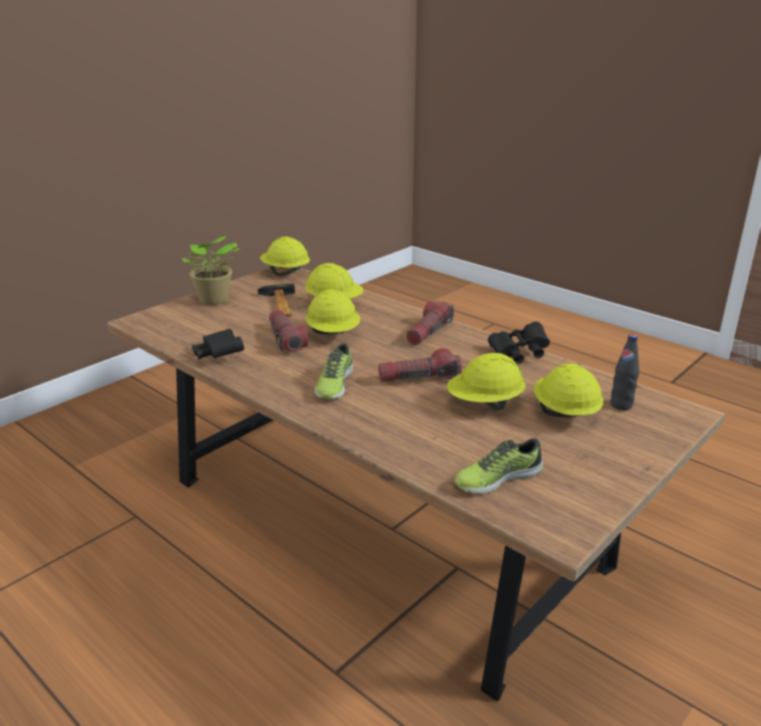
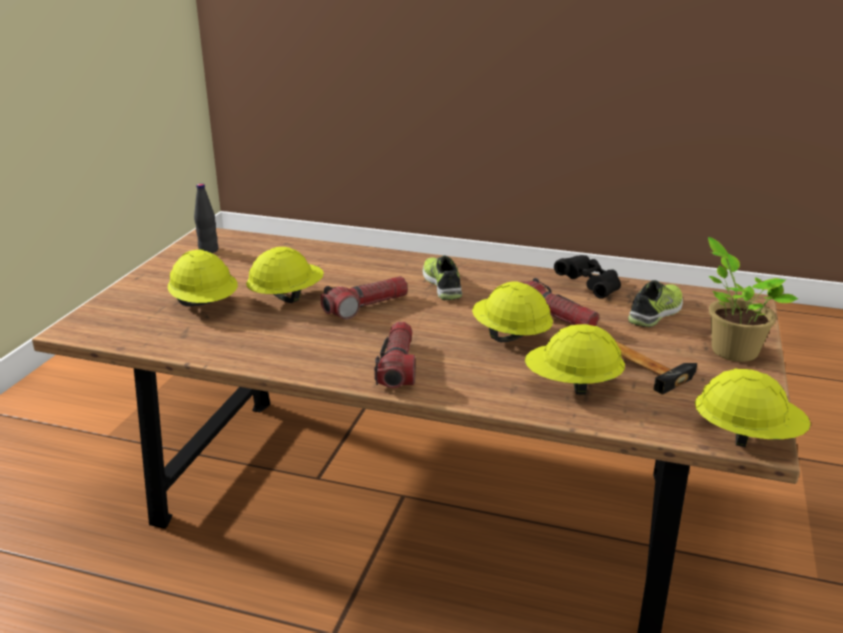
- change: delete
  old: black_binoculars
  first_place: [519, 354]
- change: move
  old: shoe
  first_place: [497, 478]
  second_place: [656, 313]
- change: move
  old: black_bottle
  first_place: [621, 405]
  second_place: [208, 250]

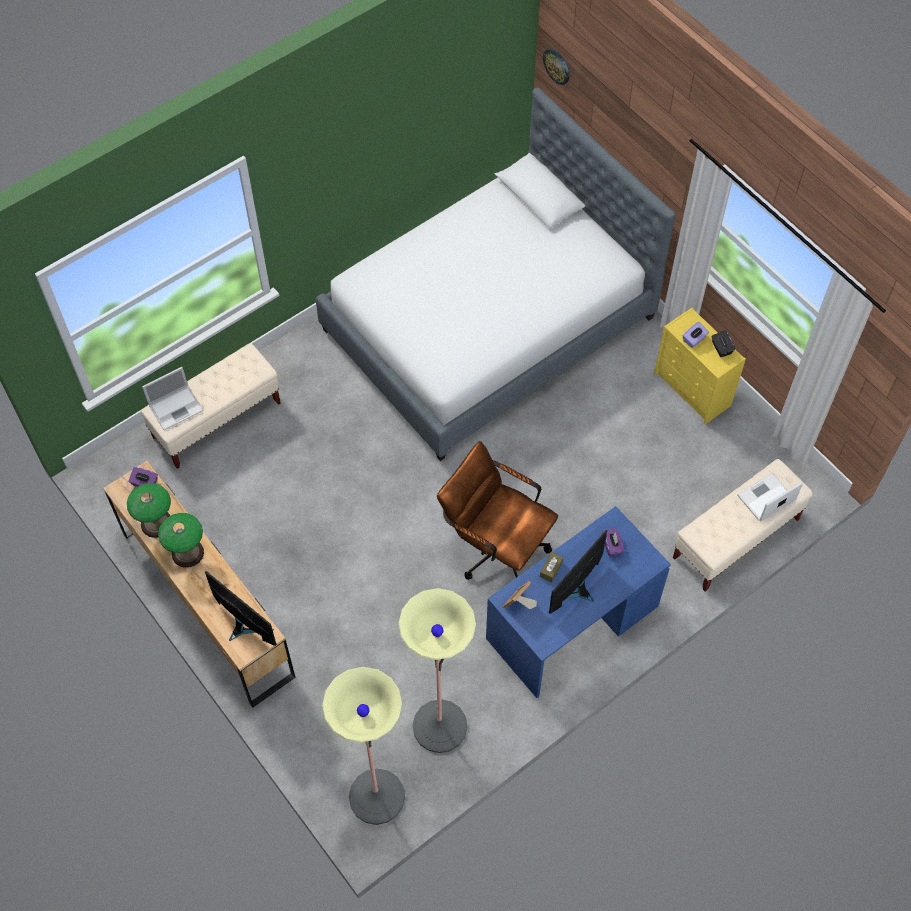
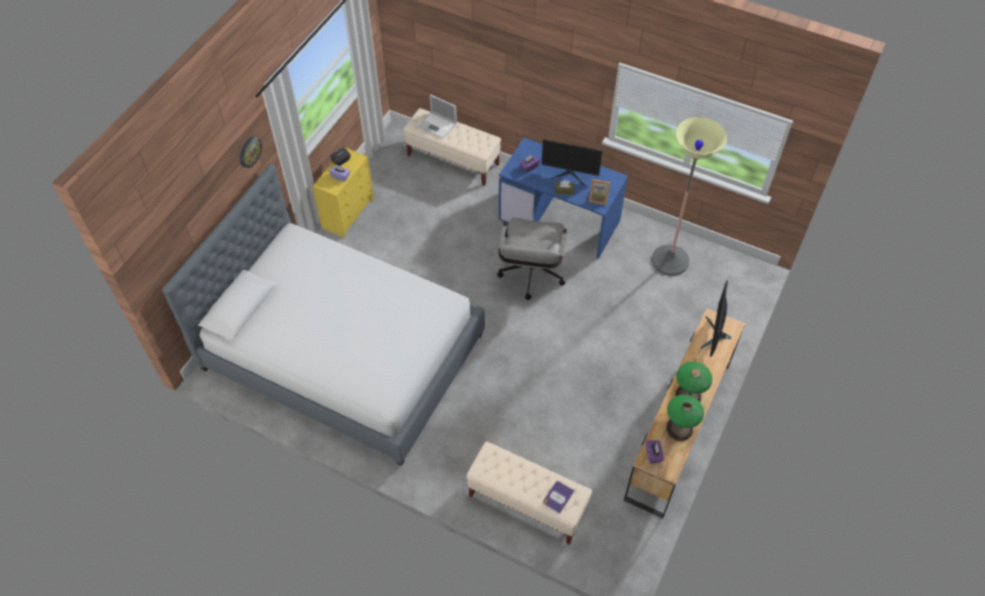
- change: delete
  old: floor_lamp
  first_place: [377, 797]
- change: move
  old: wall_clock
  first_place: [557, 66]
  second_place: [249, 152]
- change: replace
  old: laptop
  new: book
  first_place: [176, 407]
  second_place: [558, 497]
- change: recolor
  old: brown_office_chair
  new: grey_office_chair
  first_place: [495, 547]
  second_place: [530, 277]

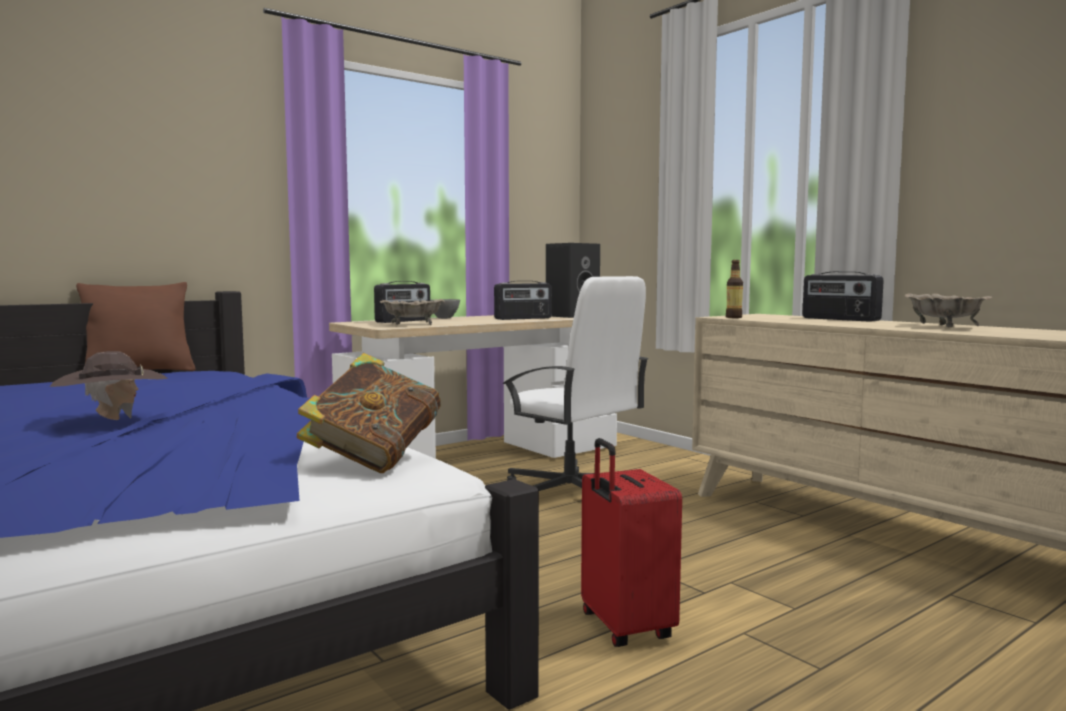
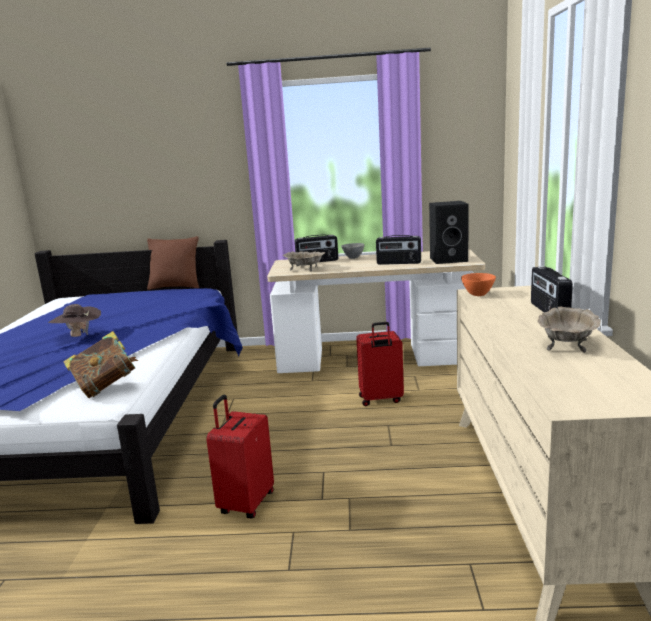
- change: replace
  old: white_office_chair
  new: red_suitcase
  first_place: [571, 493]
  second_place: [380, 399]
- change: replace
  old: bottle
  new: orange_bowl
  first_place: [733, 317]
  second_place: [478, 295]

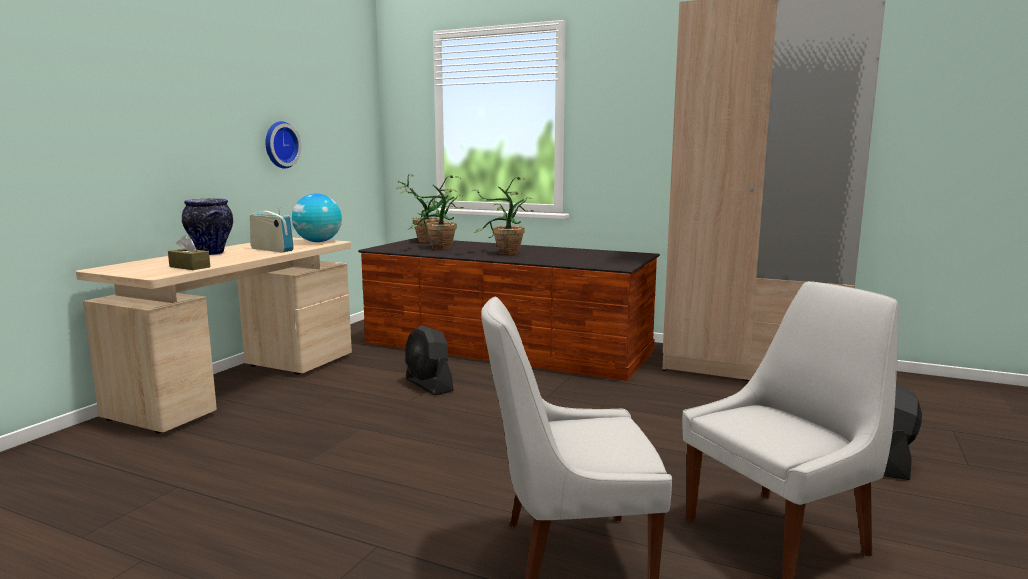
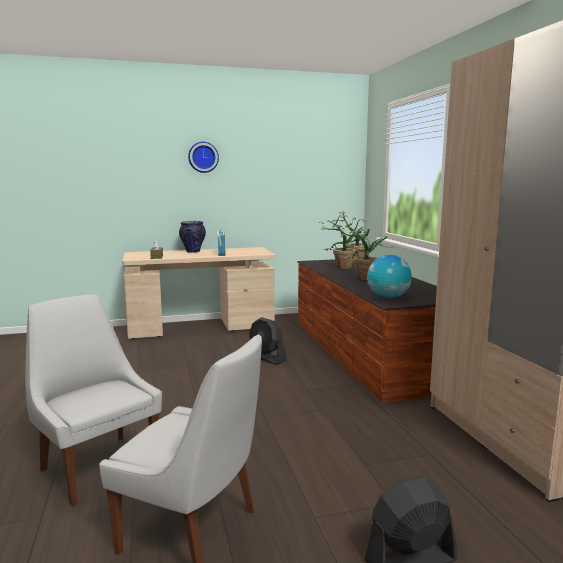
- change: move
  old: wall_clock
  first_place: [280, 145]
  second_place: [203, 157]
- change: move
  old: globe
  first_place: [318, 242]
  second_place: [388, 297]
- change: rotate
  old: black_fan
  first_place: [429, 385]
  second_place: [266, 358]
  degrees: -60

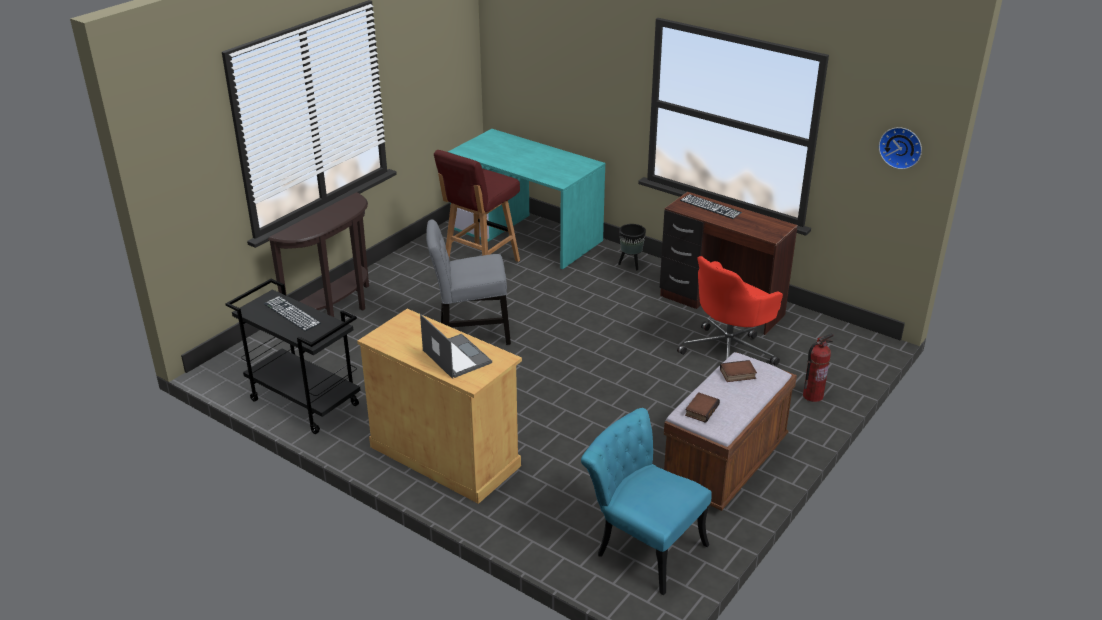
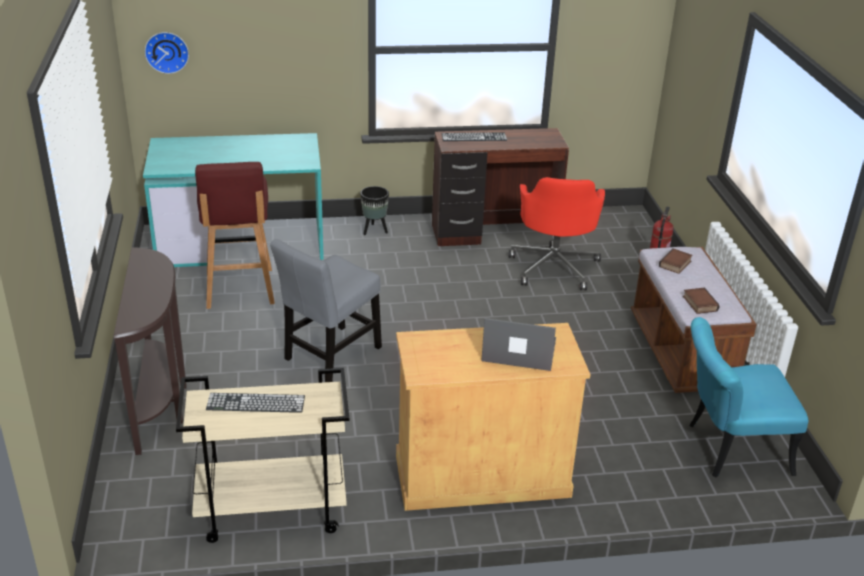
- change: move
  old: wall_clock
  first_place: [901, 147]
  second_place: [167, 51]
- change: recolor
  old: black_cart
  new: beige_cart
  first_place: [303, 403]
  second_place: [270, 511]

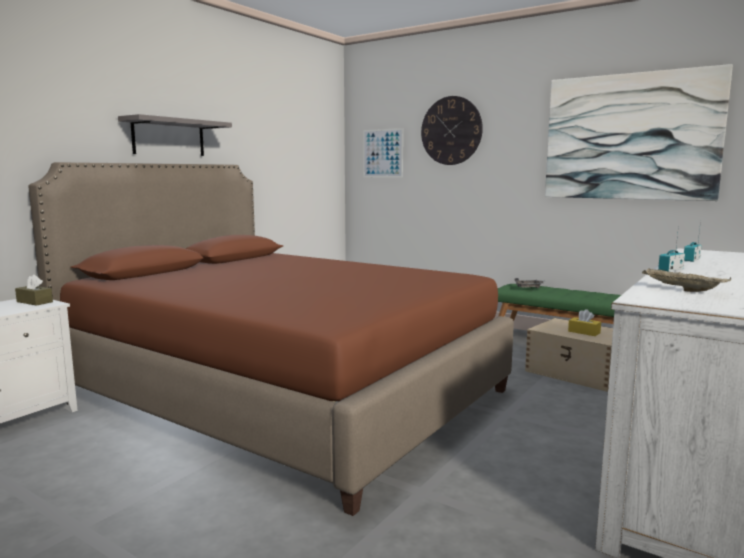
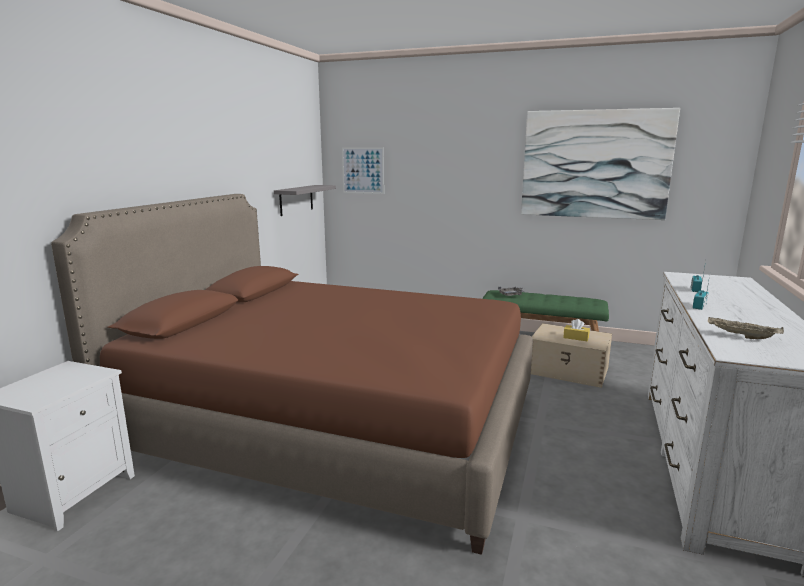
- change: delete
  old: brown_tissue_box
  first_place: [34, 302]
- change: delete
  old: wall_clock
  first_place: [451, 130]
- change: move
  old: grey_shelf
  first_place: [168, 137]
  second_place: [296, 200]

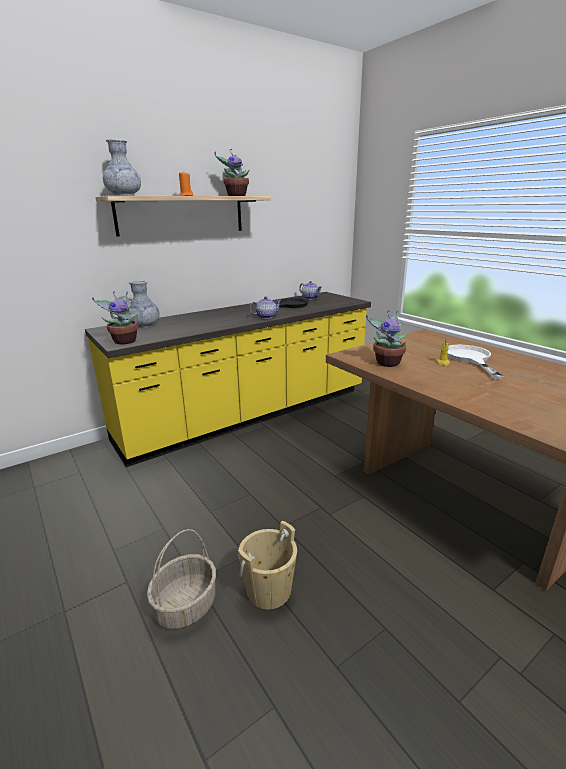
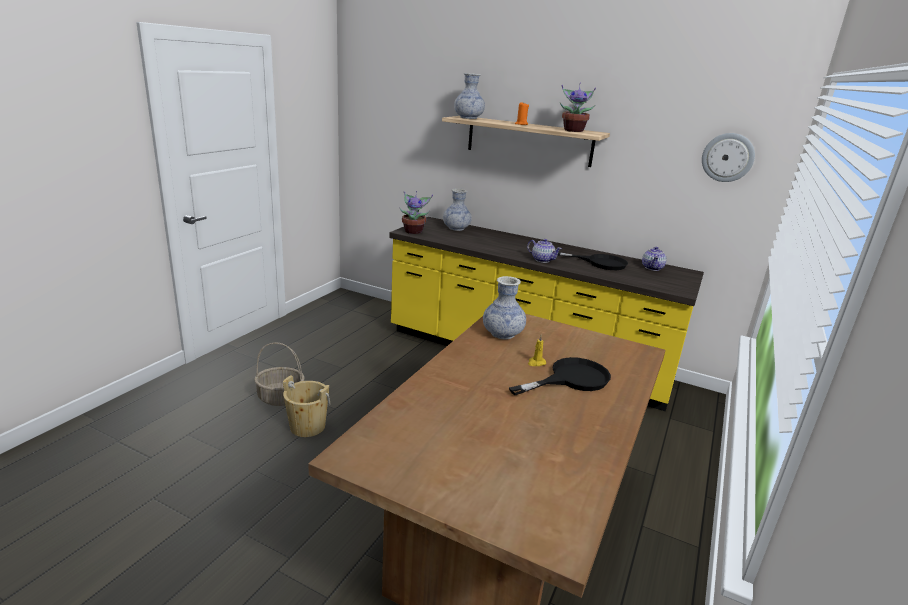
- change: insert
  new: wall_clock
  second_place: [727, 157]
- change: replace
  old: potted_plant
  new: vase
  first_place: [387, 362]
  second_place: [502, 334]
- change: recolor
  old: white_frying_pan
  new: black_frying_pan
  first_place: [469, 359]
  second_place: [571, 379]

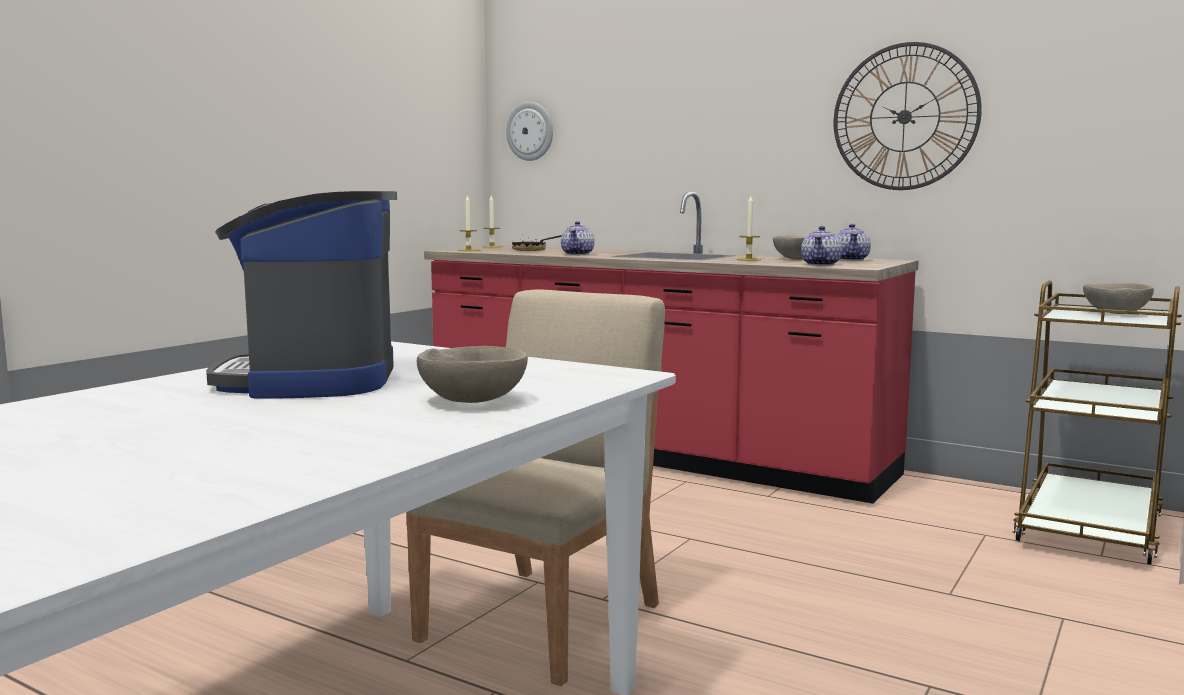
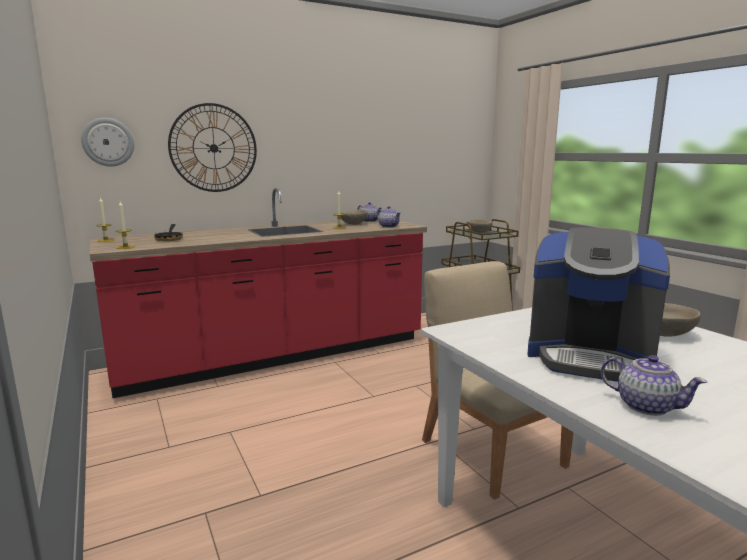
- change: move
  old: teapot
  first_place: [578, 254]
  second_place: [645, 406]
- change: move
  old: wall_clock
  first_place: [904, 117]
  second_place: [213, 148]

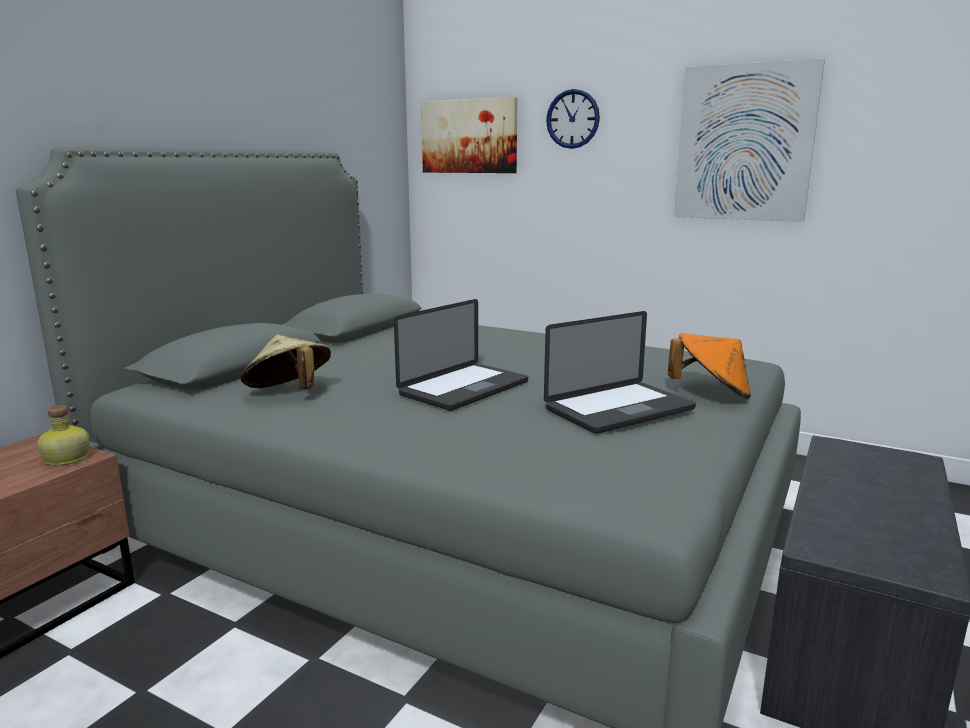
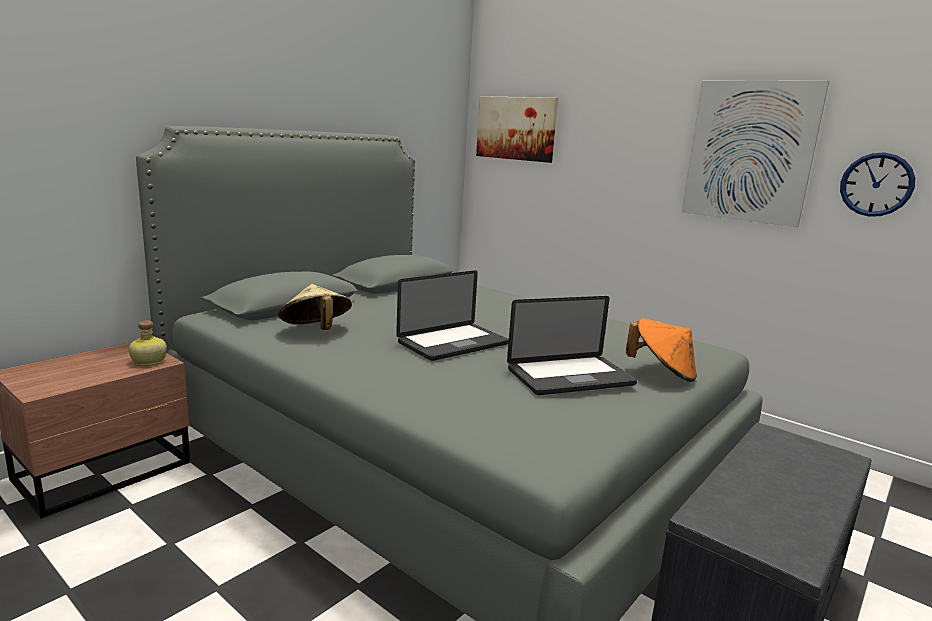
- change: move
  old: wall_clock
  first_place: [572, 119]
  second_place: [876, 184]

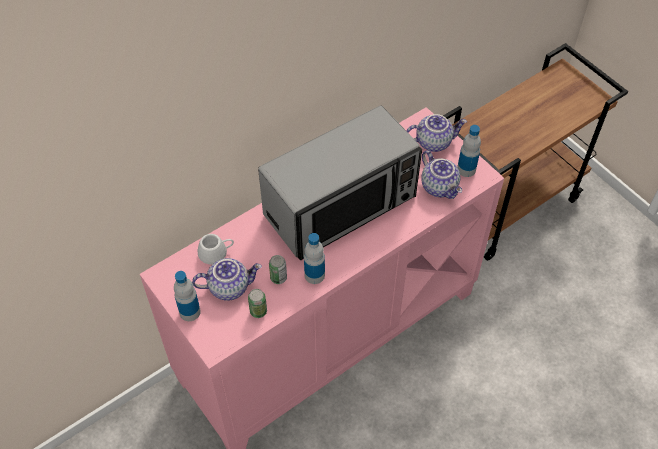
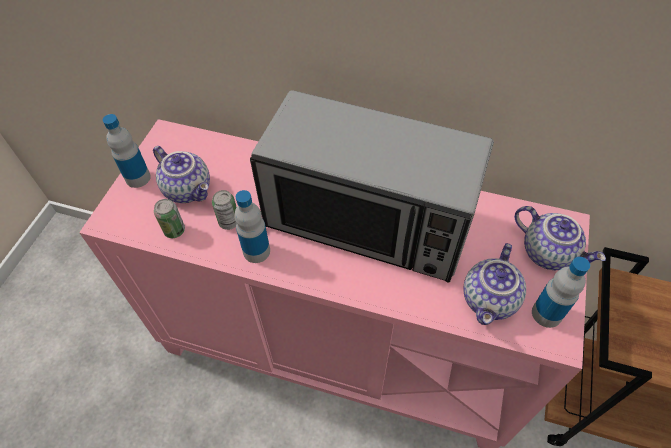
- change: delete
  old: white_mug
  first_place: [216, 253]

